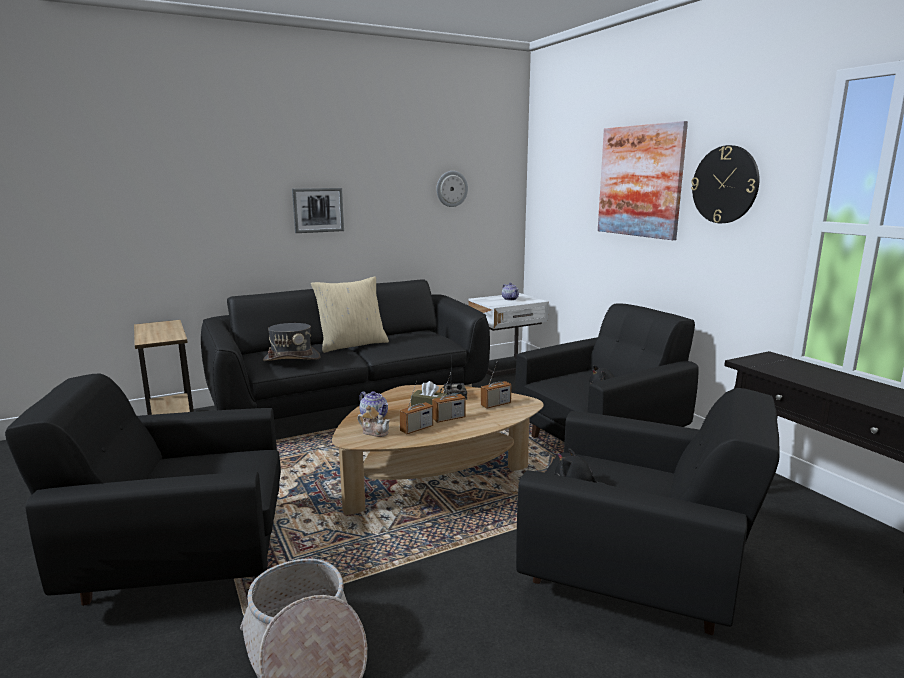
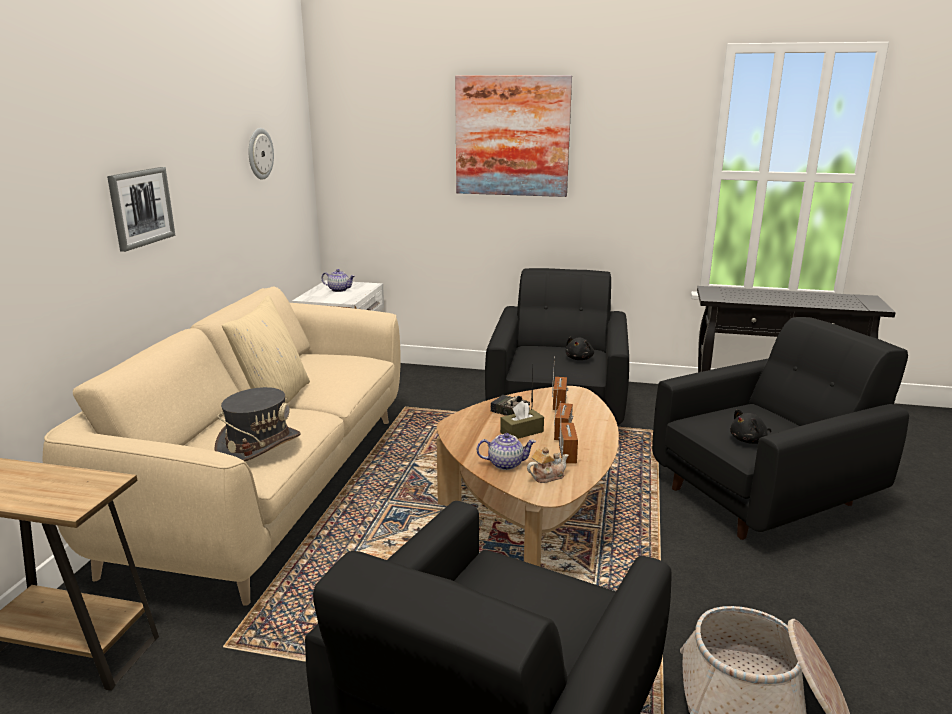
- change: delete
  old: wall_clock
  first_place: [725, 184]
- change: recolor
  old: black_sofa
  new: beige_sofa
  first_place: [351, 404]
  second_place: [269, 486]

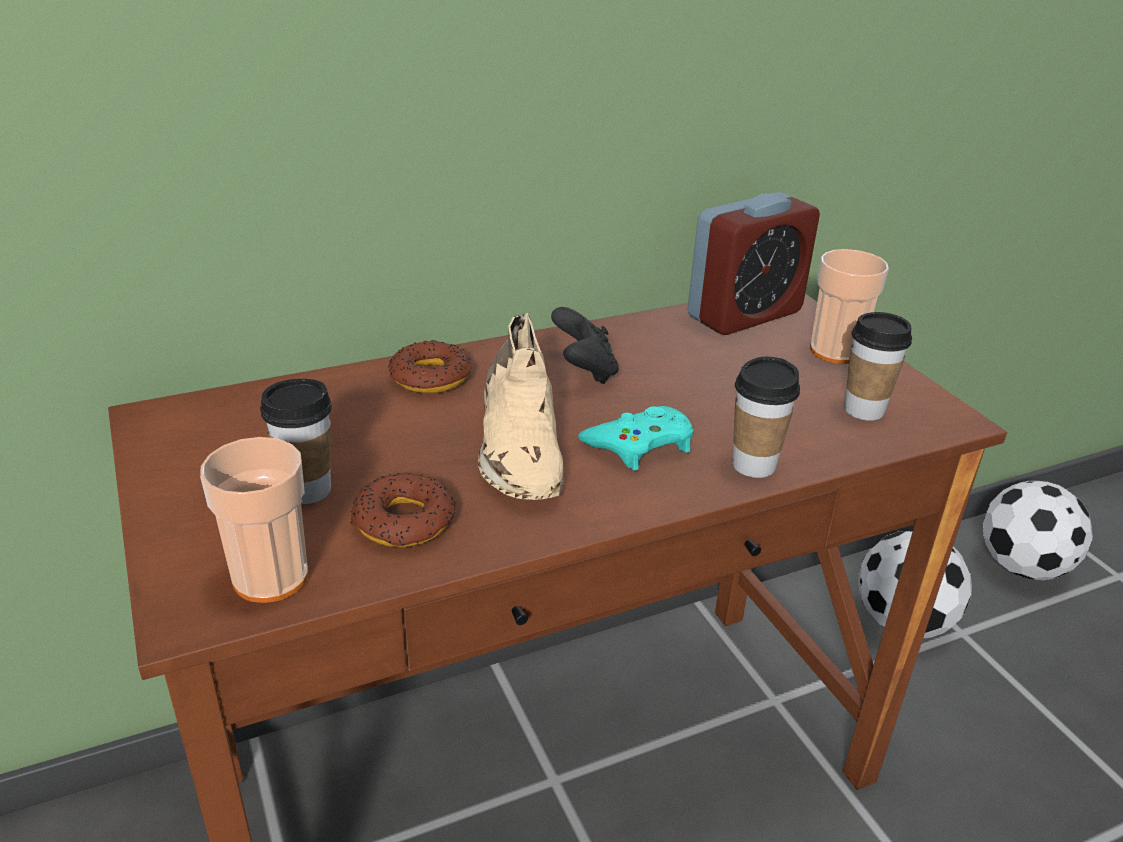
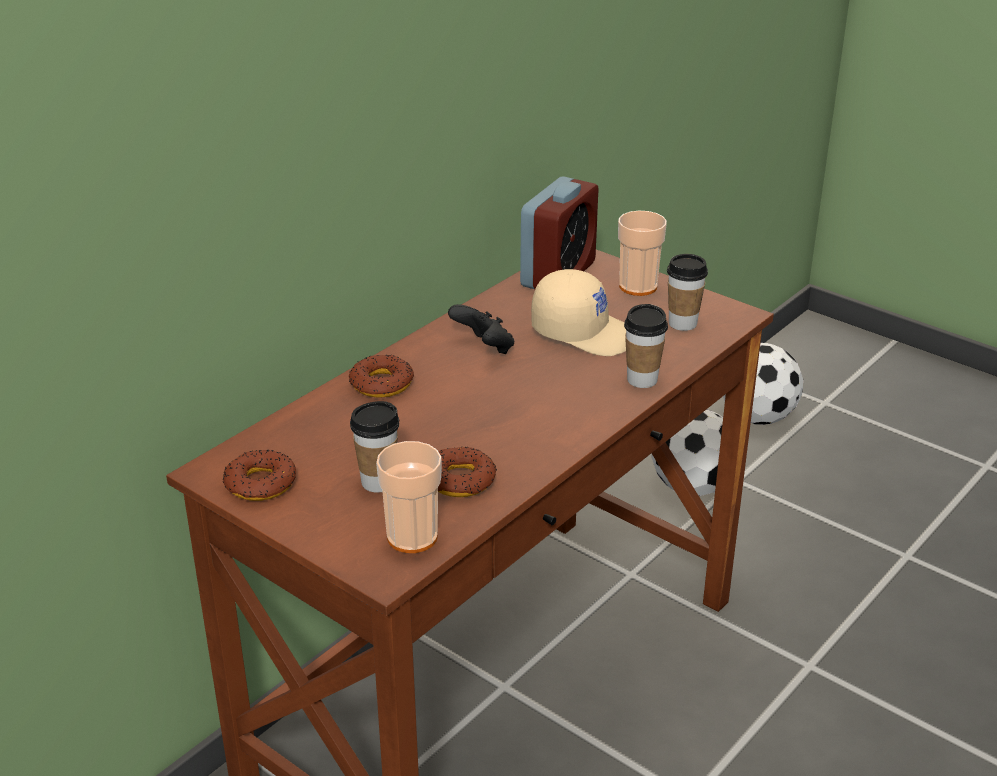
- change: delete
  old: beige_shoe
  first_place: [518, 446]
- change: delete
  old: turquoise_game_controller
  first_place: [640, 444]
- change: insert
  new: donut
  second_place: [260, 483]
- change: insert
  new: beige_cap
  second_place: [585, 332]

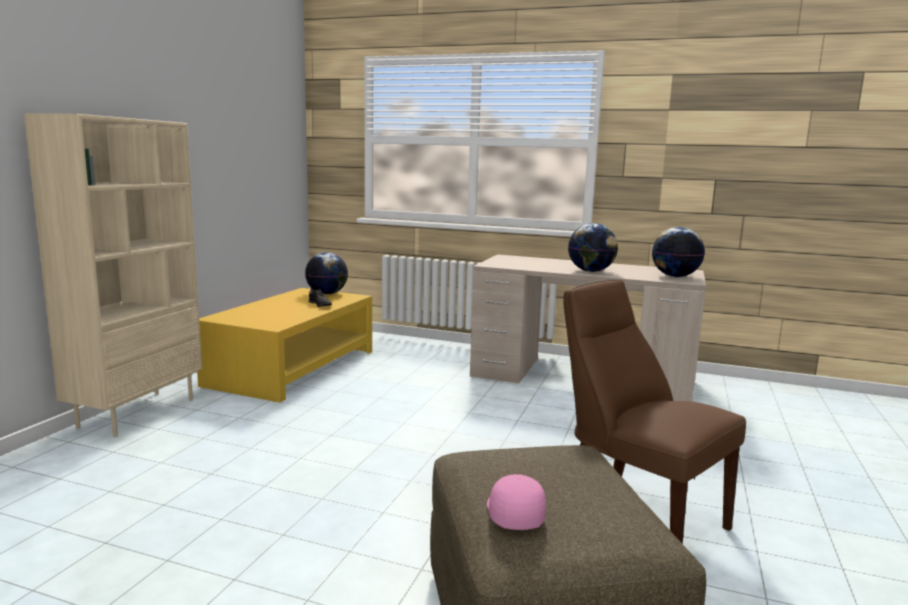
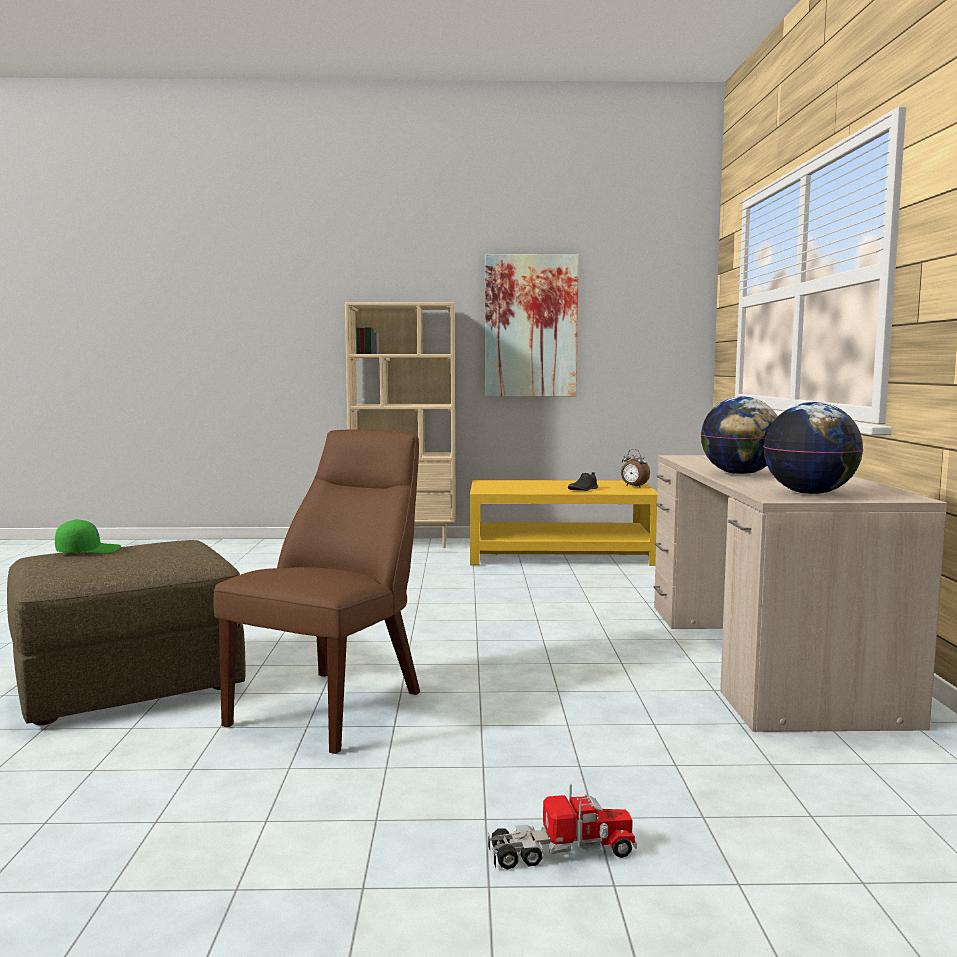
- change: insert
  new: picture
  second_place: [531, 326]
- change: insert
  new: toy_truck
  second_place: [560, 852]
- change: replace
  old: globe
  new: alarm_clock
  first_place: [327, 293]
  second_place: [633, 486]
- change: recolor
  old: pink_cap
  new: green_cap
  first_place: [512, 513]
  second_place: [88, 551]

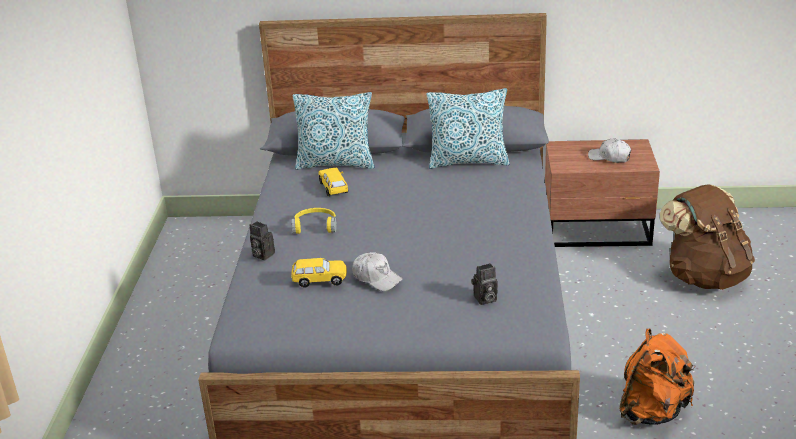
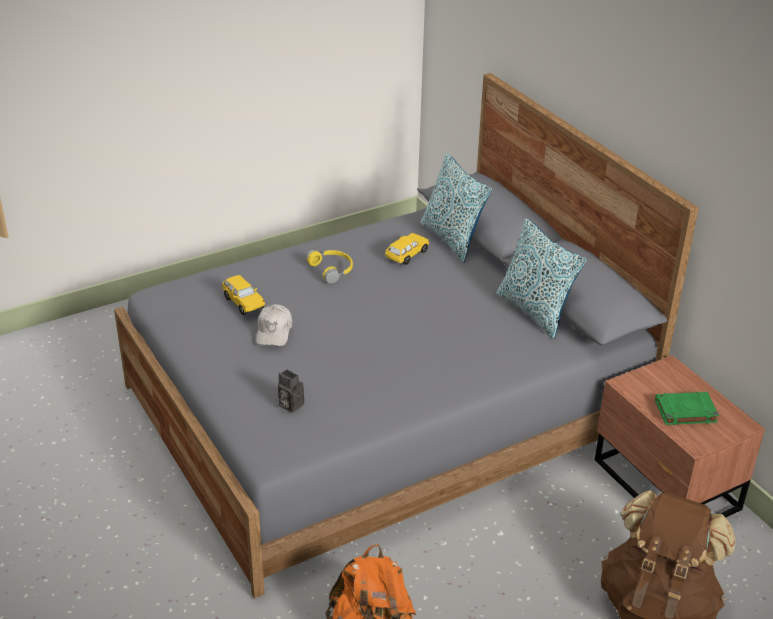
- change: delete
  old: photo_camera
  first_place: [262, 255]
- change: replace
  old: white_cap
  new: green_book
  first_place: [609, 157]
  second_place: [685, 412]

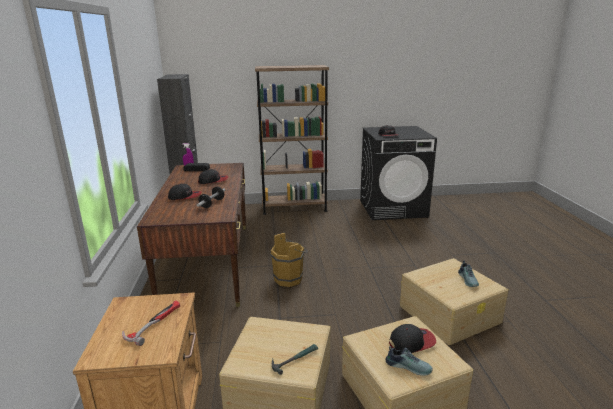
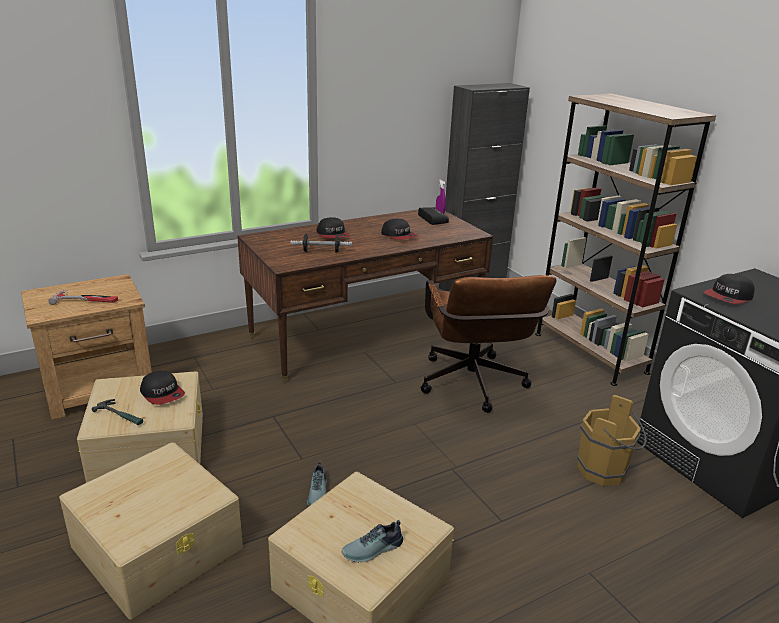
- change: insert
  new: brown_office_chair
  second_place: [473, 387]
- change: move
  old: brown_bucket
  first_place: [290, 279]
  second_place: [605, 472]
- change: move
  old: shoe
  first_place: [408, 366]
  second_place: [319, 492]
- change: move
  old: cap
  first_place: [412, 342]
  second_place: [162, 394]

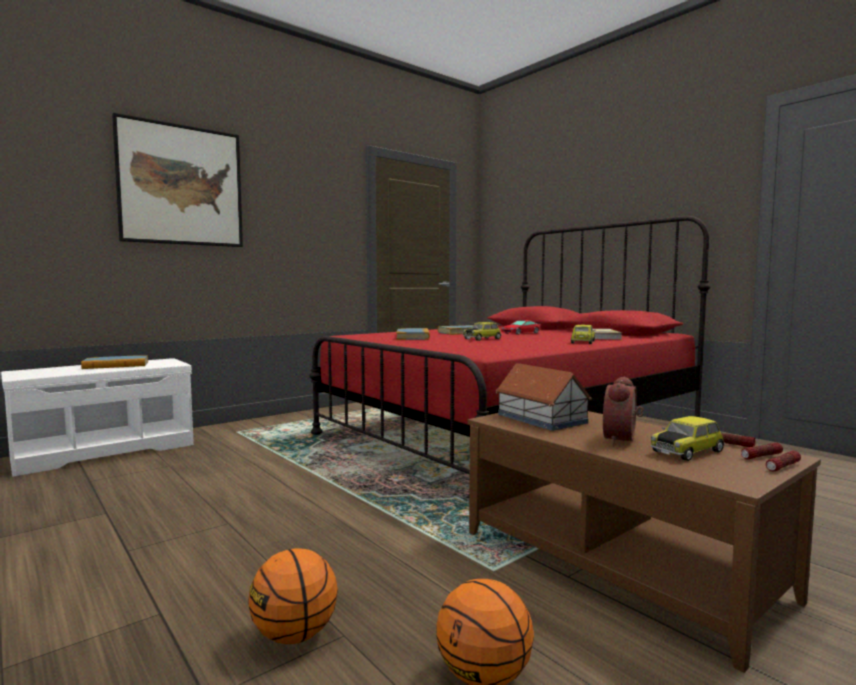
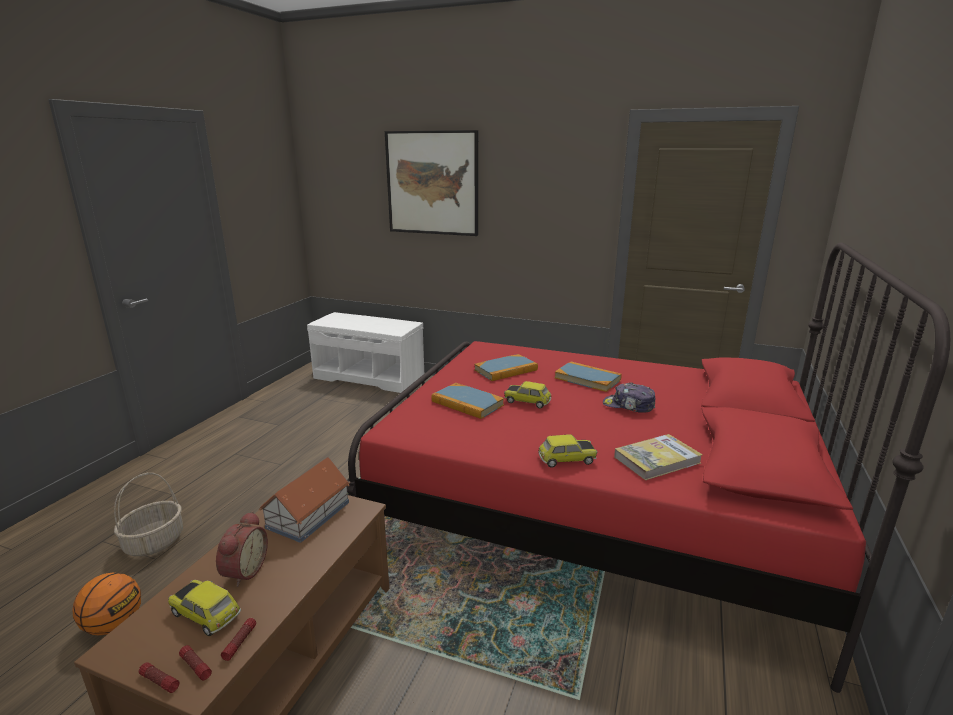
- change: move
  old: book
  first_place: [116, 365]
  second_place: [467, 403]
- change: replace
  old: basketball
  new: basket
  first_place: [295, 635]
  second_place: [154, 543]
- change: replace
  old: toy_car
  new: cap
  first_place: [521, 333]
  second_place: [628, 406]
- change: rotate
  old: alarm_clock
  first_place: [623, 439]
  second_place: [243, 571]
  degrees: 105

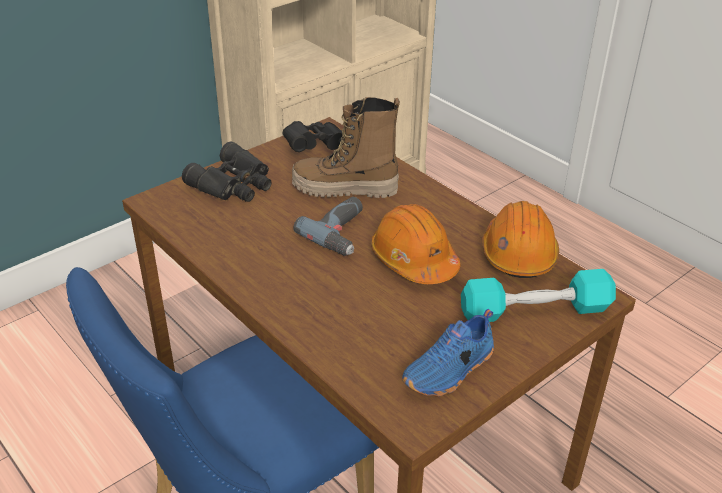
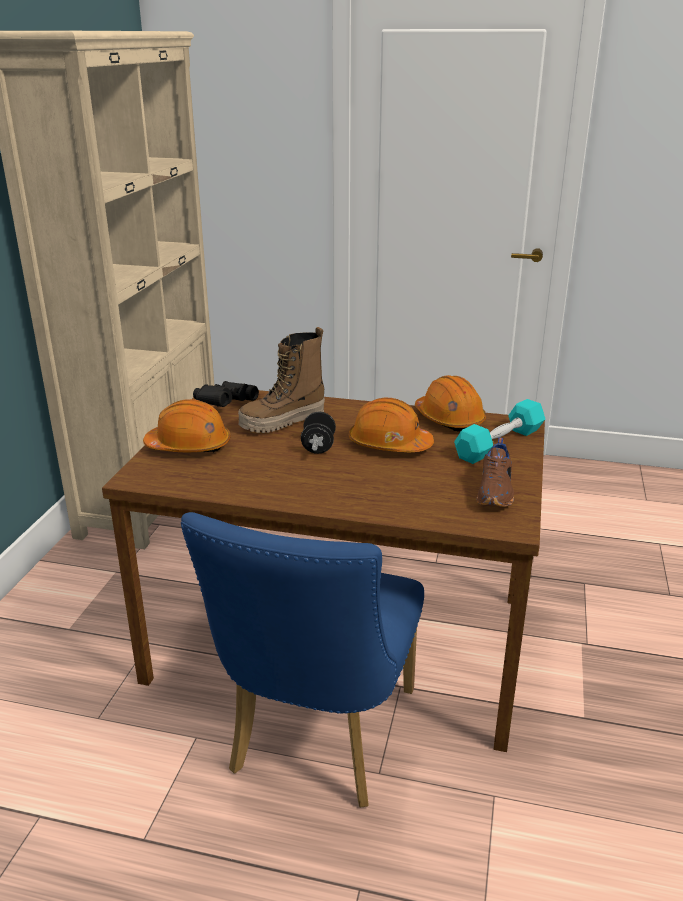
- change: replace
  old: black_binoculars
  new: orange_hard_hat
  first_place: [234, 184]
  second_place: [189, 446]
- change: replace
  old: power_drill
  new: black_dumbbell
  first_place: [343, 233]
  second_place: [318, 447]
- change: recolor
  old: blue_shoe
  new: brown_shoe
  first_place: [450, 371]
  second_place: [496, 492]

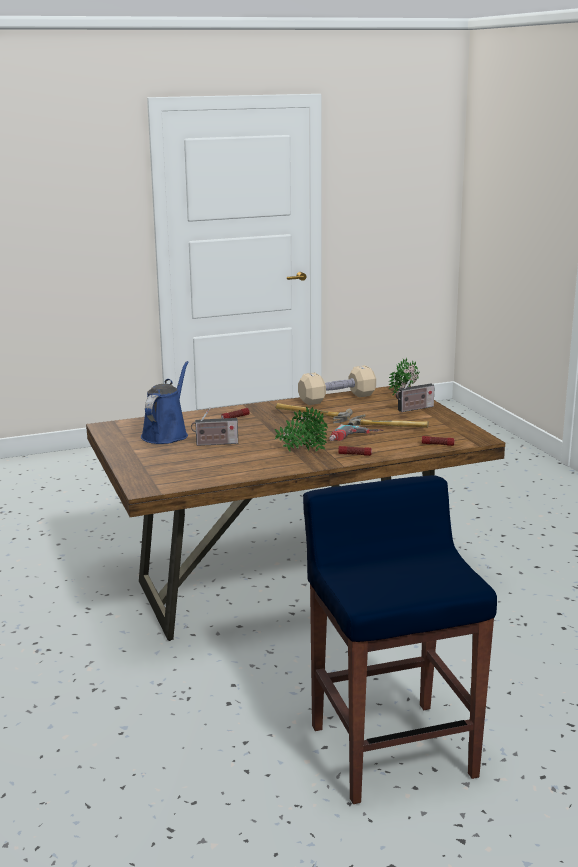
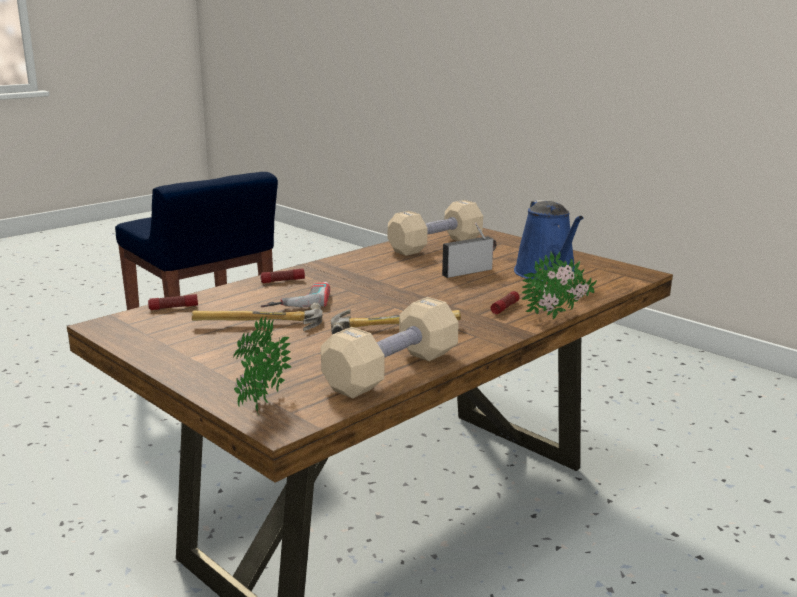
- change: delete
  old: radio
  first_place: [414, 409]
- change: insert
  new: beige_dumbbell
  second_place: [435, 245]
- change: move
  old: potted_plant
  first_place: [302, 451]
  second_place: [559, 316]

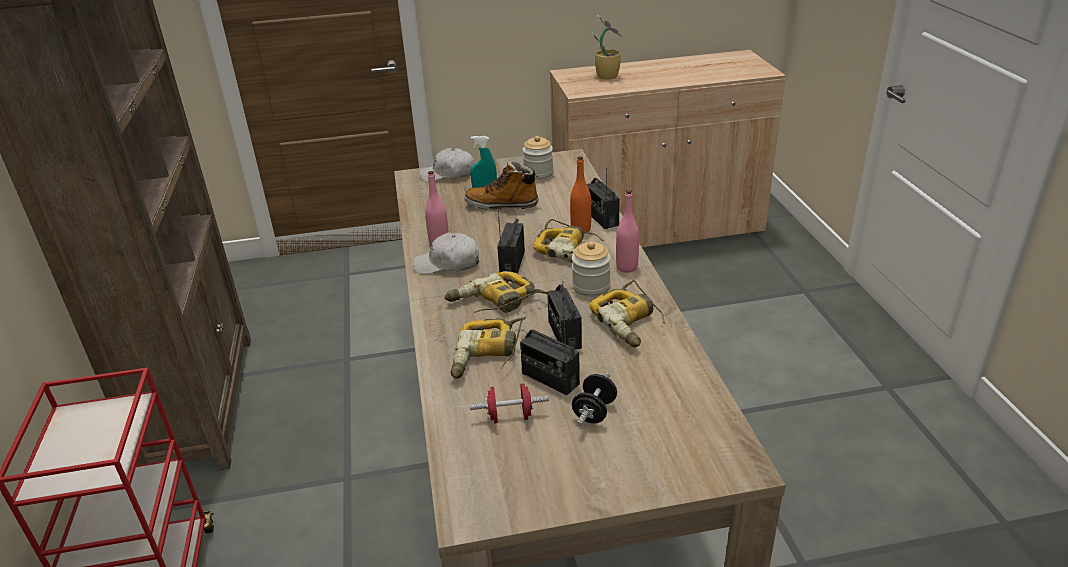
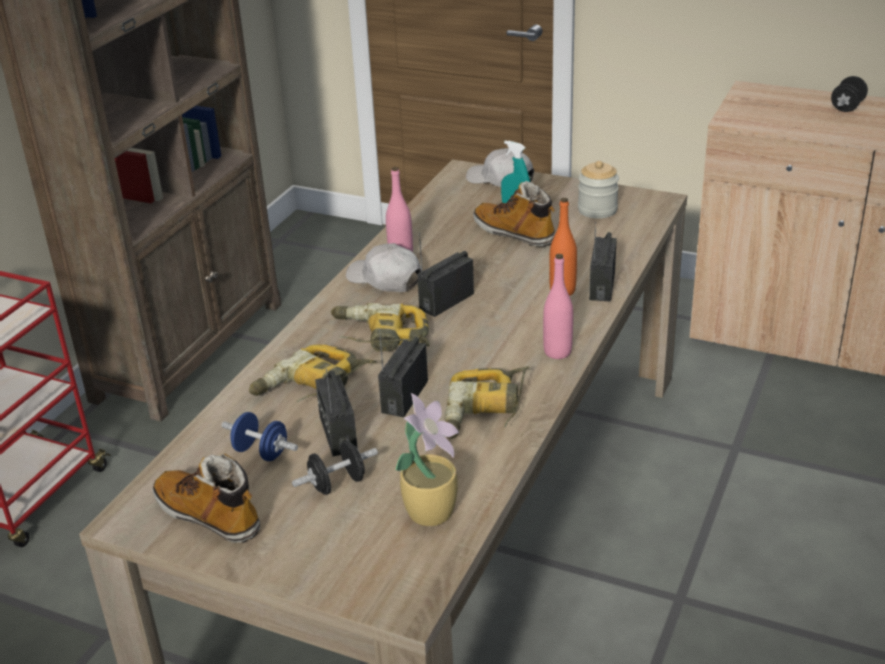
- change: delete
  old: power_drill
  first_place: [571, 251]
- change: delete
  old: jar
  first_place: [591, 287]
- change: insert
  new: boot
  second_place: [209, 516]
- change: insert
  new: black_dumbbell
  second_place: [847, 107]
- change: move
  old: potted_plant
  first_place: [607, 76]
  second_place: [432, 511]
- change: recolor
  old: red_dumbbell
  new: blue_dumbbell
  first_place: [510, 417]
  second_place: [261, 452]

